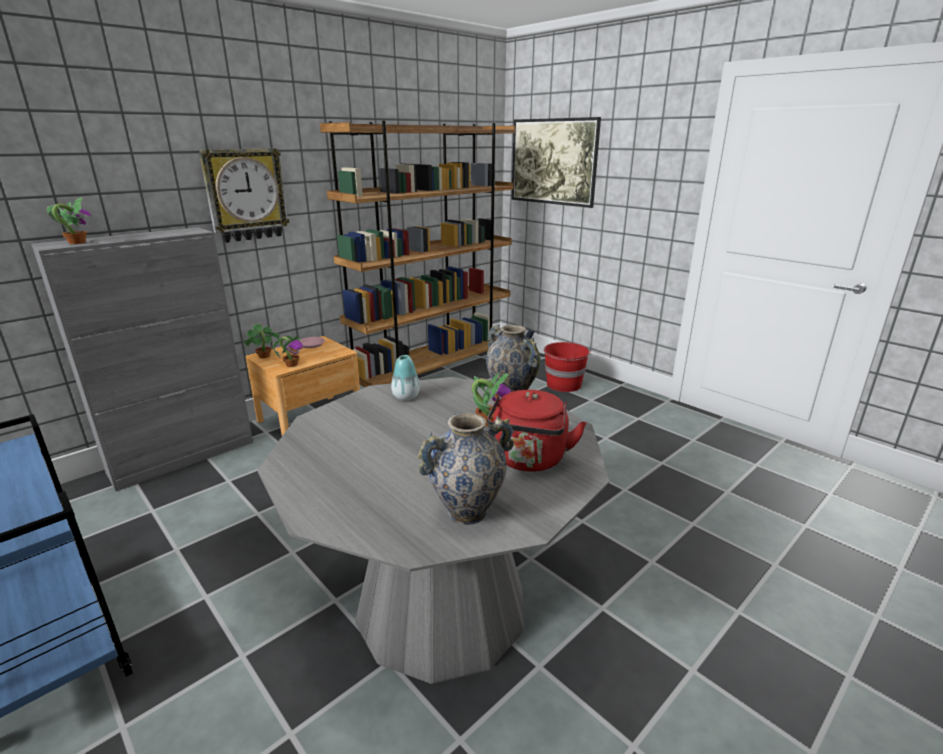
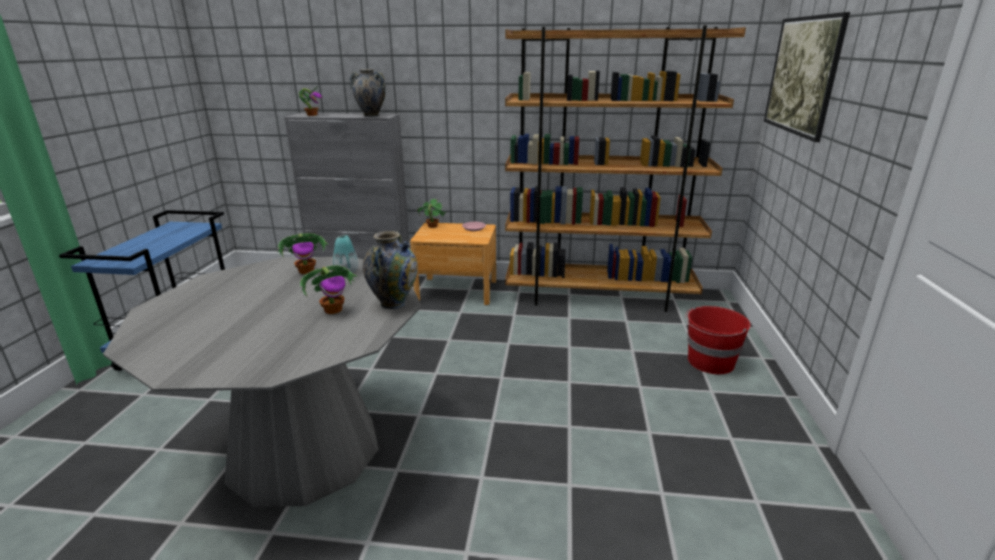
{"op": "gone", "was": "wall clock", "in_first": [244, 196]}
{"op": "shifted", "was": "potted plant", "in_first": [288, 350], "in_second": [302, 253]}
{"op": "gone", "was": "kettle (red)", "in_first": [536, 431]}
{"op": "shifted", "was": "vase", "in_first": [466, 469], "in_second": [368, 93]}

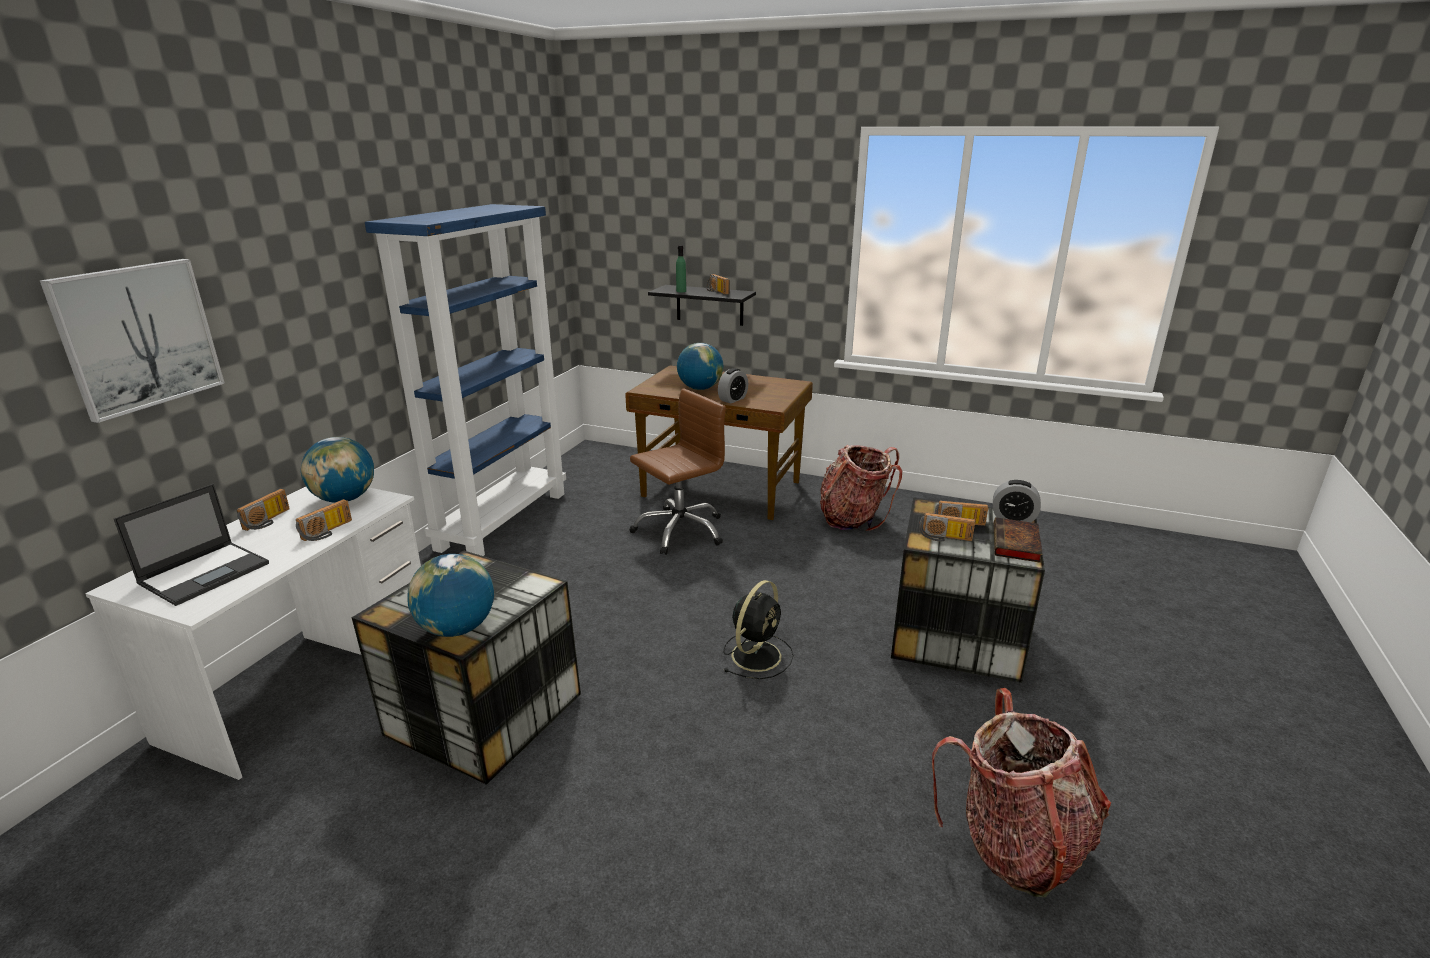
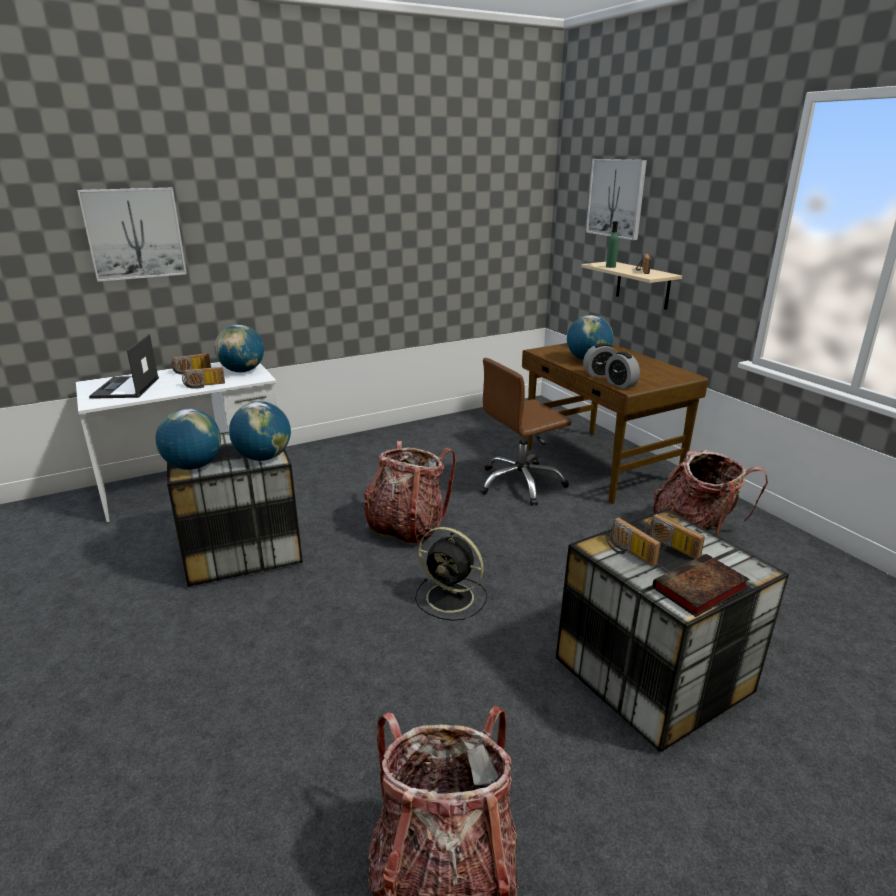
{"op": "gone", "was": "bookcase (blue)", "in_first": [465, 380]}
{"op": "repainted", "was": "shelf (black)", "now": "shelf (beige)", "in_first": [702, 305], "in_second": [631, 286]}
{"op": "rotated", "was": "office chair (brown)", "in_first": [678, 471], "in_second": [525, 432], "clockwise": 150}
{"op": "shifted", "was": "alarm clock", "in_first": [1017, 501], "in_second": [622, 370]}
{"op": "rotated", "was": "laptop", "in_first": [191, 545], "in_second": [124, 366], "clockwise": 105}
{"op": "rotated", "was": "fan (black)", "in_first": [758, 629], "in_second": [451, 574], "clockwise": 45}
{"op": "new", "now": "picture", "in_second": [616, 199]}
{"op": "new", "now": "globe", "in_second": [260, 431]}
{"op": "new", "now": "backpack", "in_second": [410, 493]}

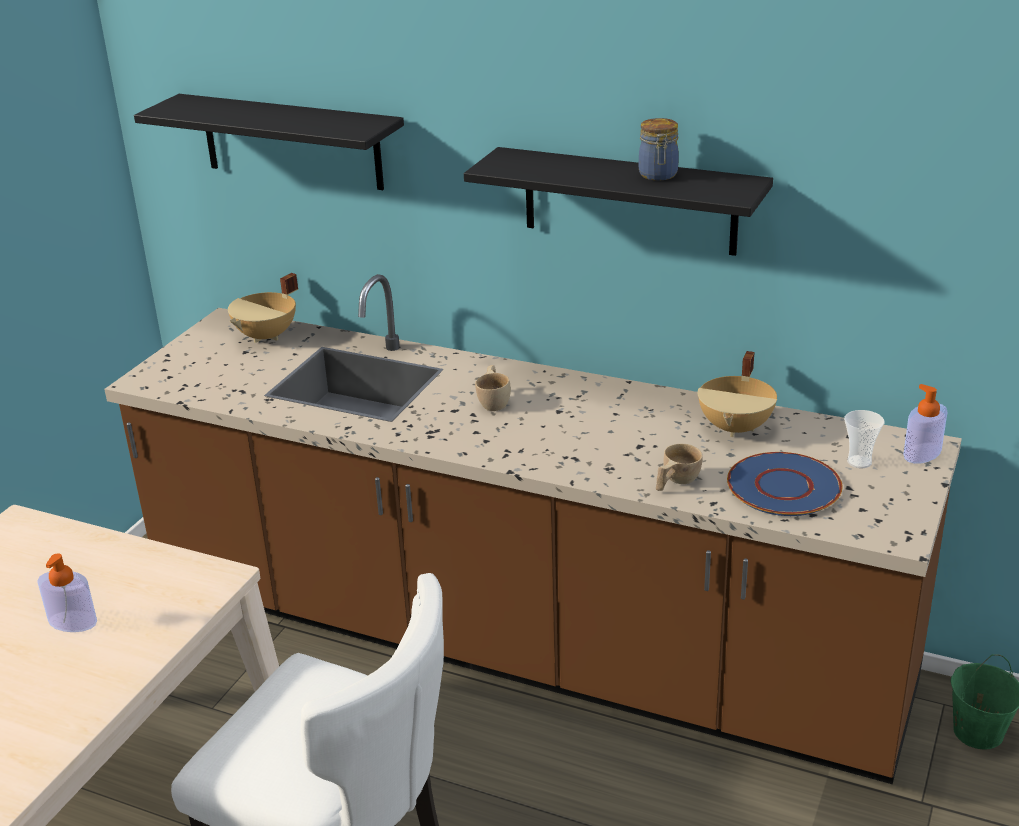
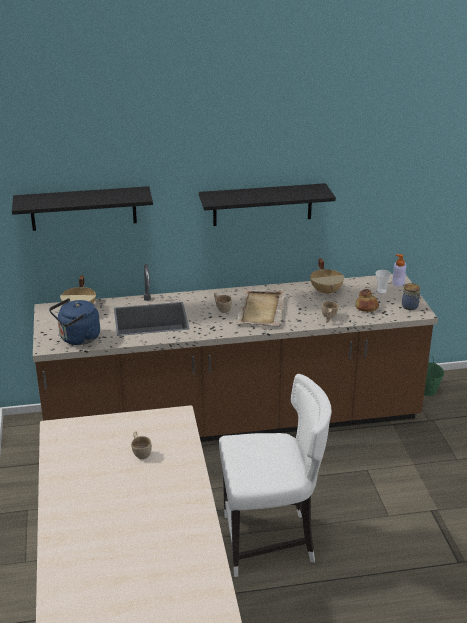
{"op": "shifted", "was": "jar", "in_first": [659, 149], "in_second": [411, 296]}
{"op": "swapped", "was": "plate (blue)", "now": "bread", "in_first": [785, 484], "in_second": [367, 300]}
{"op": "swapped", "was": "soap dispenser", "now": "cup (beige)", "in_first": [67, 592], "in_second": [141, 445]}
{"op": "new", "now": "tray (beige)", "in_second": [260, 307]}
{"op": "new", "now": "kettle (blue)", "in_second": [74, 321]}

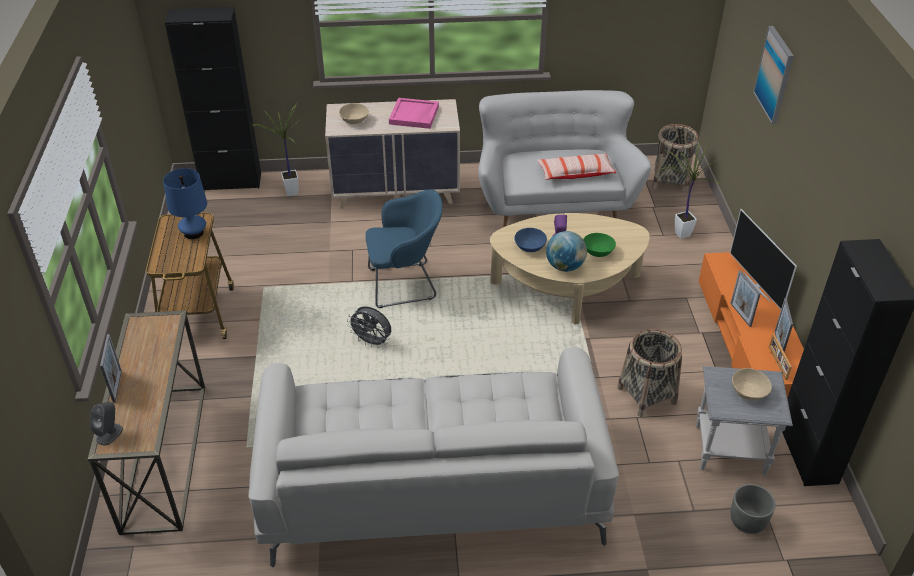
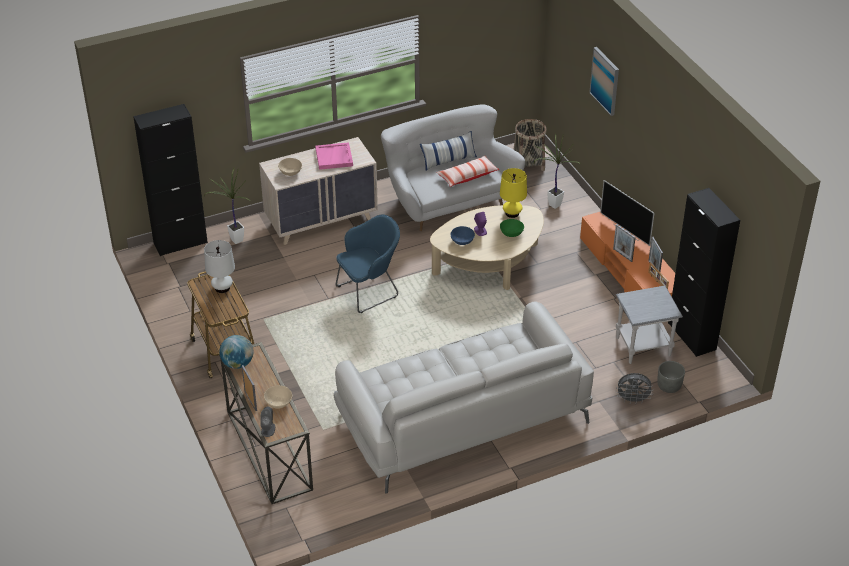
{"op": "repainted", "was": "table lamp (blue)", "now": "table lamp (white)", "in_first": [185, 203], "in_second": [219, 266]}
{"op": "shifted", "was": "globe", "in_first": [566, 251], "in_second": [236, 352]}
{"op": "shifted", "was": "fan (grey)", "in_first": [369, 327], "in_second": [634, 388]}
{"op": "gone", "was": "basket", "in_first": [649, 373]}
{"op": "shifted", "was": "bowl (beige)", "in_first": [752, 384], "in_second": [278, 397]}
{"op": "new", "now": "pillow", "in_second": [448, 151]}
{"op": "new", "now": "table lamp (yellow)", "in_second": [513, 193]}

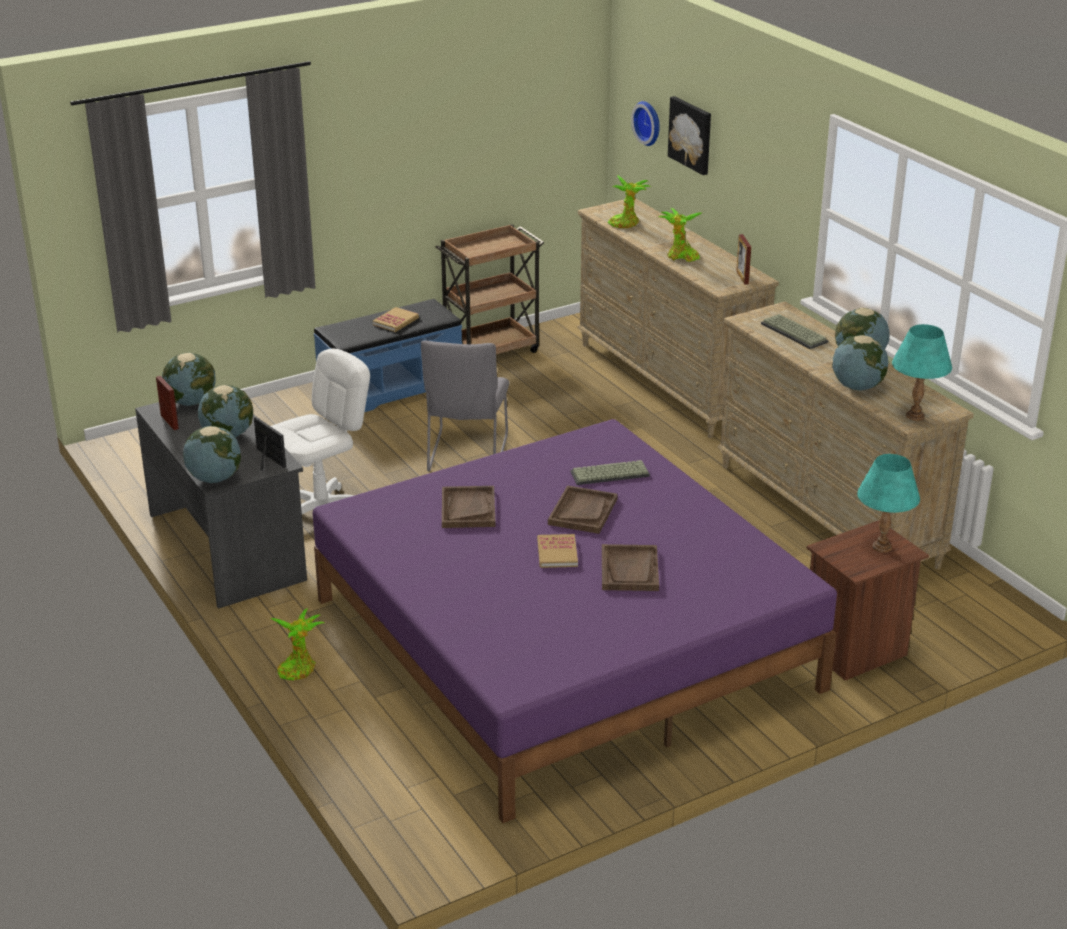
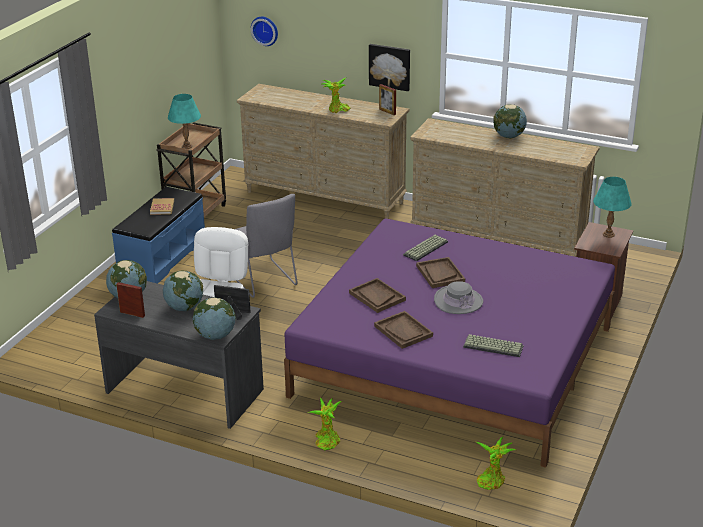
{"op": "shifted", "was": "picture", "in_first": [689, 135], "in_second": [389, 67]}
{"op": "shifted", "was": "potted plant", "in_first": [629, 201], "in_second": [496, 463]}
{"op": "shifted", "was": "keyboard", "in_first": [794, 331], "in_second": [493, 345]}
{"op": "shifted", "was": "table lamp (turquoise)", "in_first": [922, 372], "in_second": [184, 121]}
{"op": "gone", "was": "globe", "in_first": [860, 363]}
{"op": "swapped", "was": "book", "now": "hat (grey)", "in_first": [557, 551], "in_second": [458, 297]}
{"op": "shifted", "was": "tray (brown)", "in_first": [630, 567], "in_second": [403, 330]}

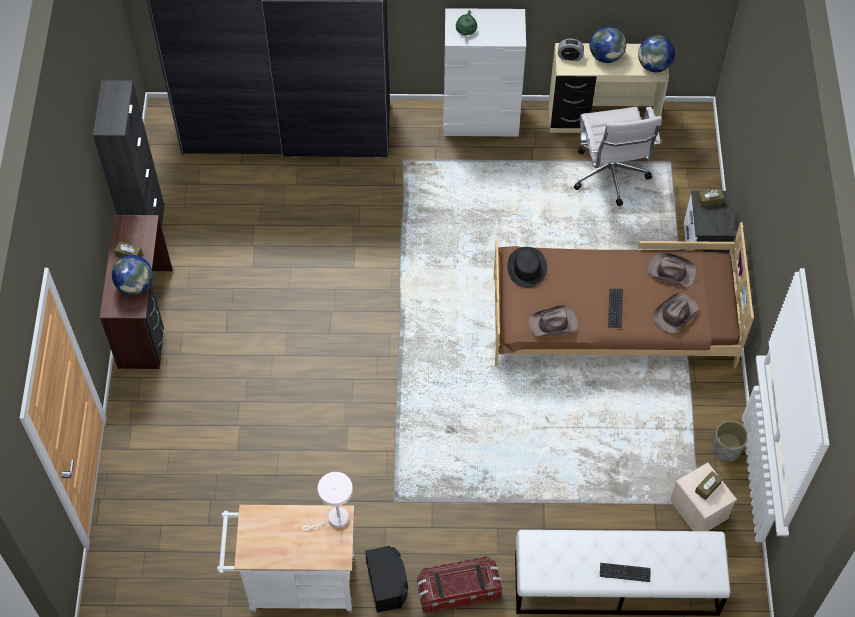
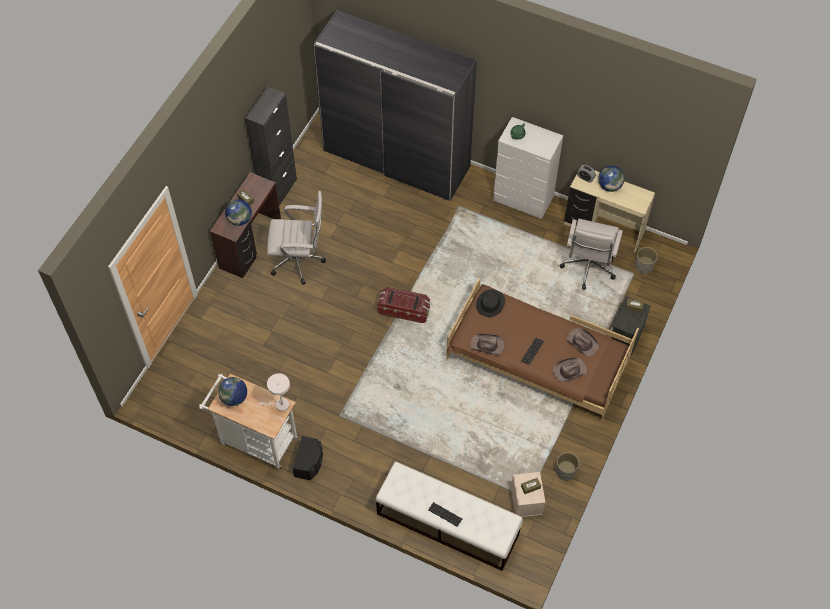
{"op": "shifted", "was": "globe", "in_first": [656, 53], "in_second": [232, 391]}
{"op": "shifted", "was": "storage box", "in_first": [459, 585], "in_second": [404, 305]}
{"op": "new", "now": "office chair (white)", "in_second": [296, 238]}
{"op": "new", "now": "planter (grey)", "in_second": [646, 260]}

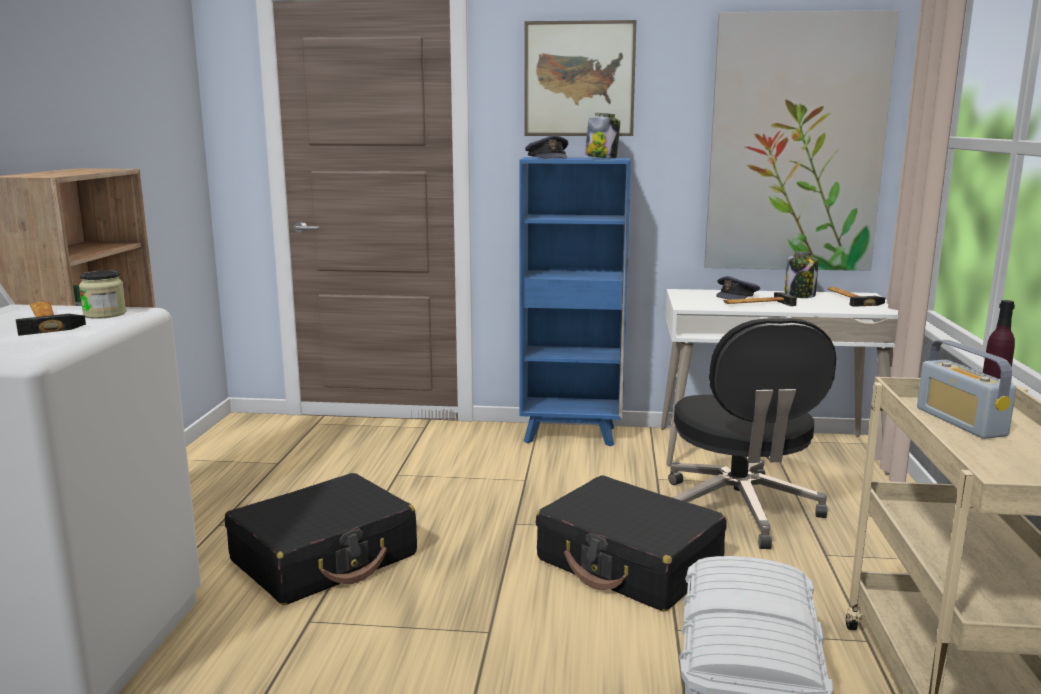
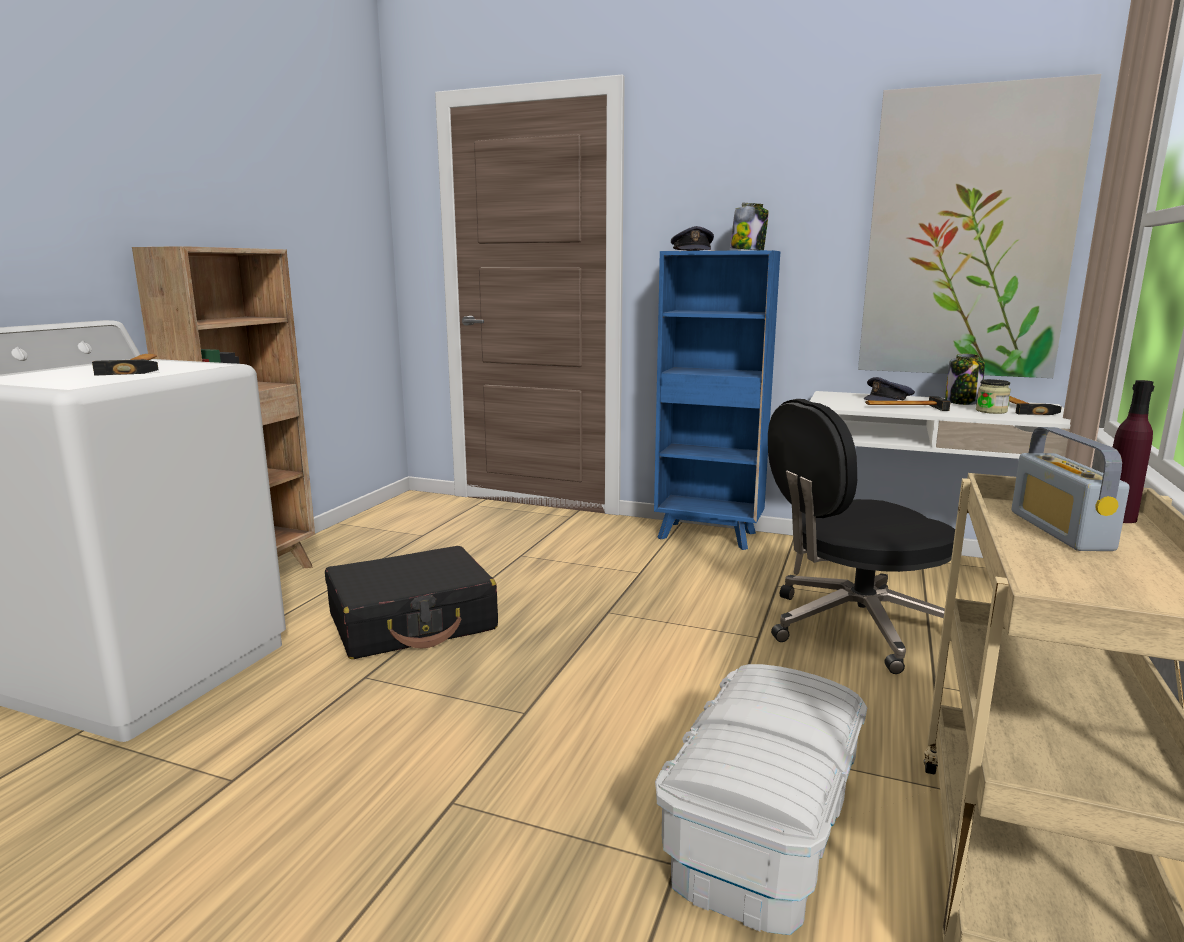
{"op": "gone", "was": "picture", "in_first": [580, 78]}
{"op": "shifted", "was": "jar", "in_first": [102, 294], "in_second": [993, 396]}
{"op": "rotated", "was": "office chair (black)", "in_first": [752, 433], "in_second": [861, 536], "clockwise": 60}
{"op": "gone", "was": "suitcase (black)", "in_first": [631, 543]}

